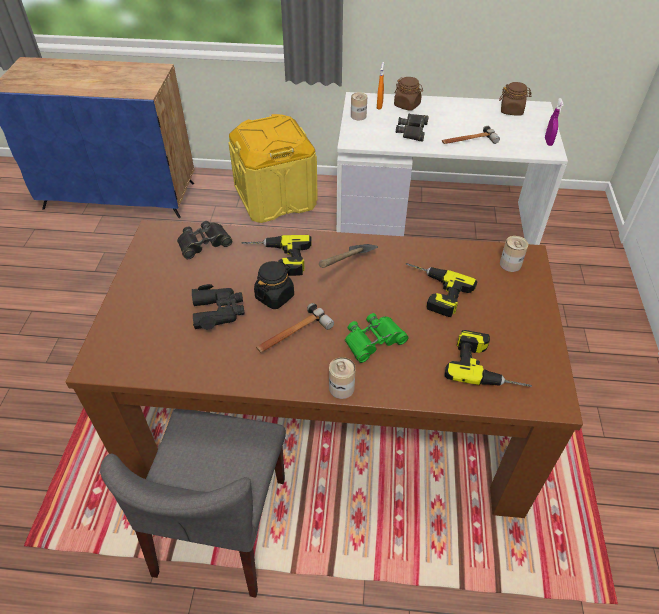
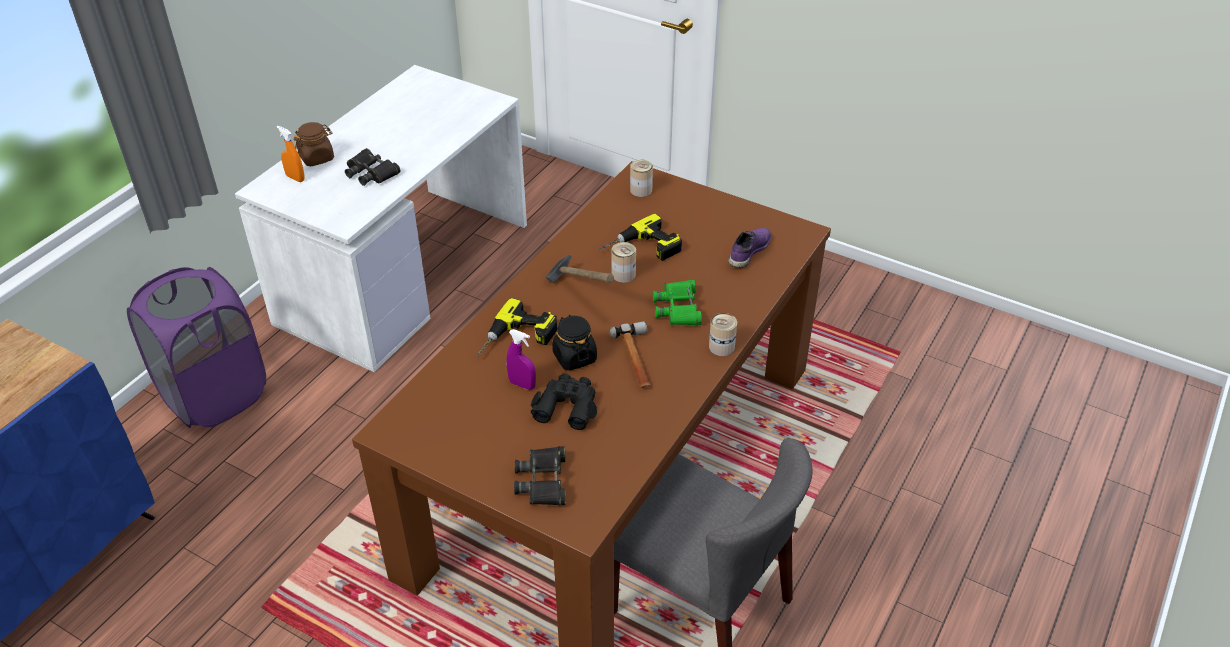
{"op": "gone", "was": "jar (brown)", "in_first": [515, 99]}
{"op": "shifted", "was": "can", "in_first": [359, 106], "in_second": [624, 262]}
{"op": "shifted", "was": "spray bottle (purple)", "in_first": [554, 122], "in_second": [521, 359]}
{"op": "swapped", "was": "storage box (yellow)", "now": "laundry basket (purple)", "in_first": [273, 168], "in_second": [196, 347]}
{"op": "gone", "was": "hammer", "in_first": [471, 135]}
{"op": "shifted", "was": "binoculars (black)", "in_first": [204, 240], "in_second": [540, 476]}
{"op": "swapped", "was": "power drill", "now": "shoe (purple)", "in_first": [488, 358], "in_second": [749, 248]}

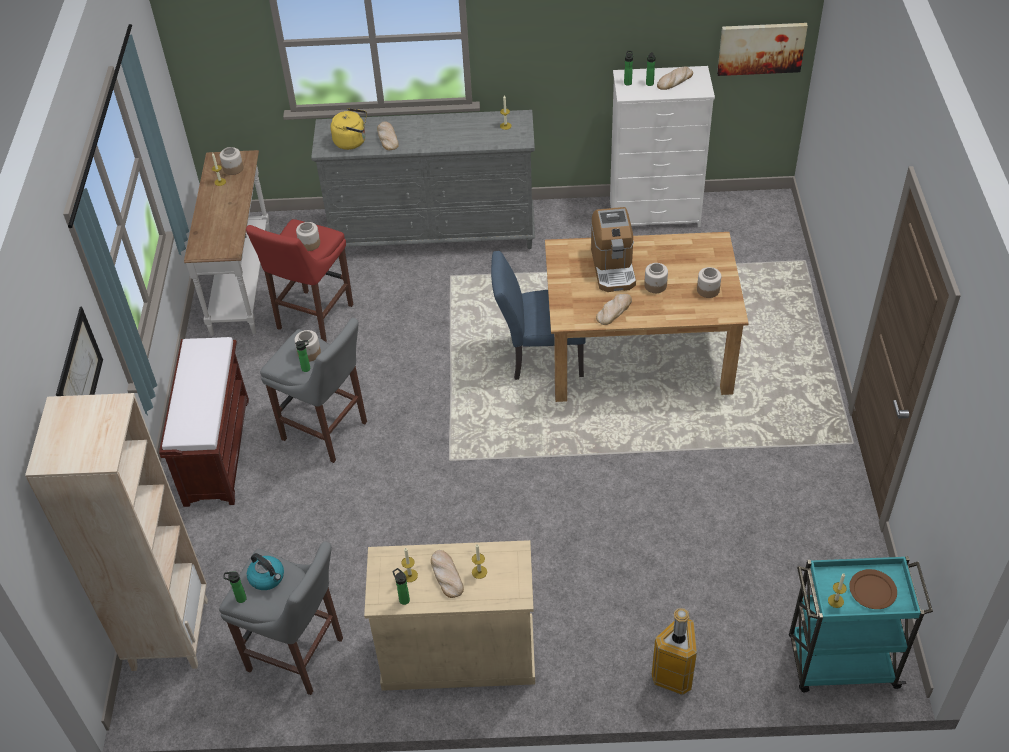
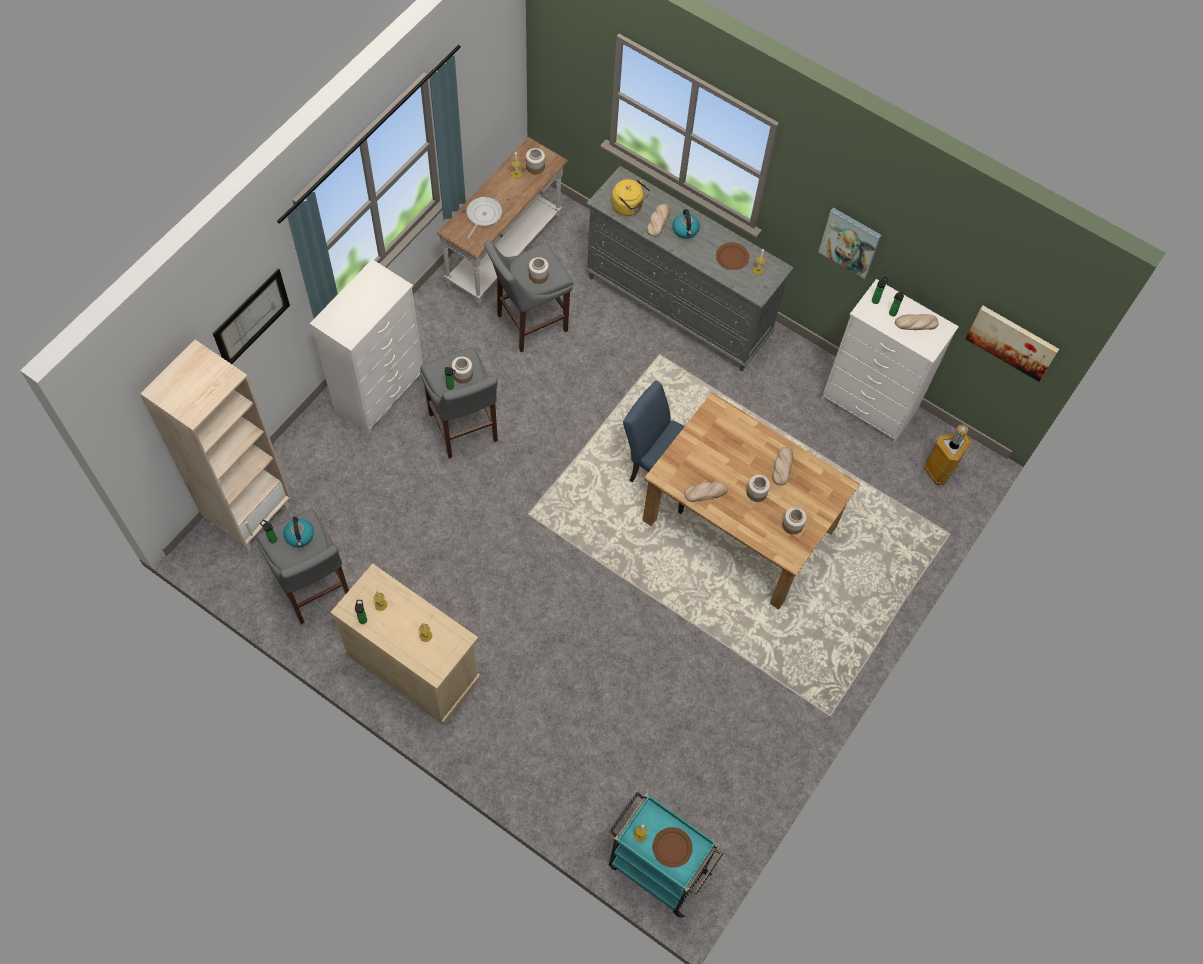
{"op": "gone", "was": "coffee machine", "in_first": [613, 249]}
{"op": "repainted", "was": "stool (red)", "now": "stool (grey)", "in_first": [299, 280], "in_second": [528, 296]}
{"op": "swapped", "was": "bench (brown)", "now": "dresser (white)", "in_first": [204, 422], "in_second": [366, 346]}
{"op": "shifted", "was": "bread", "in_first": [447, 574], "in_second": [782, 466]}
{"op": "shifted", "was": "trash can", "in_first": [674, 651], "in_second": [947, 455]}
{"op": "new", "now": "frying pan", "in_second": [484, 218]}
{"op": "new", "now": "picture", "in_second": [850, 243]}
{"op": "new", "now": "kettle", "in_second": [686, 224]}
{"op": "new", "now": "plate (brown)", "in_second": [732, 256]}

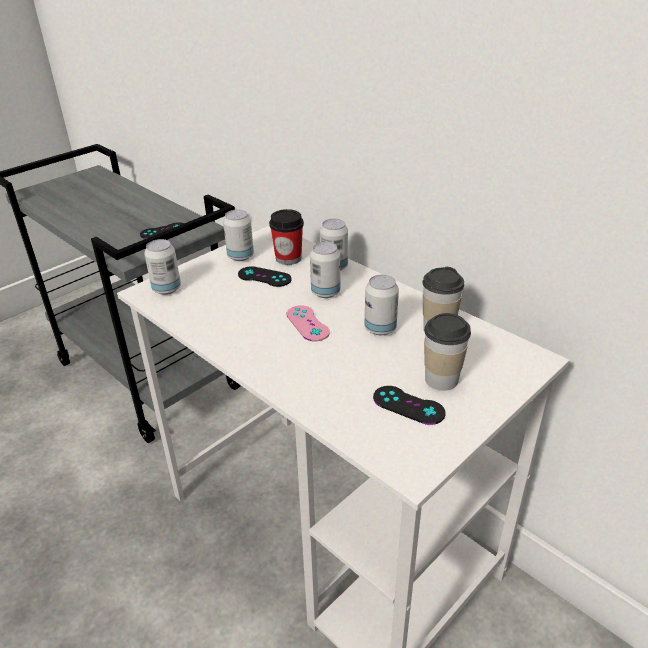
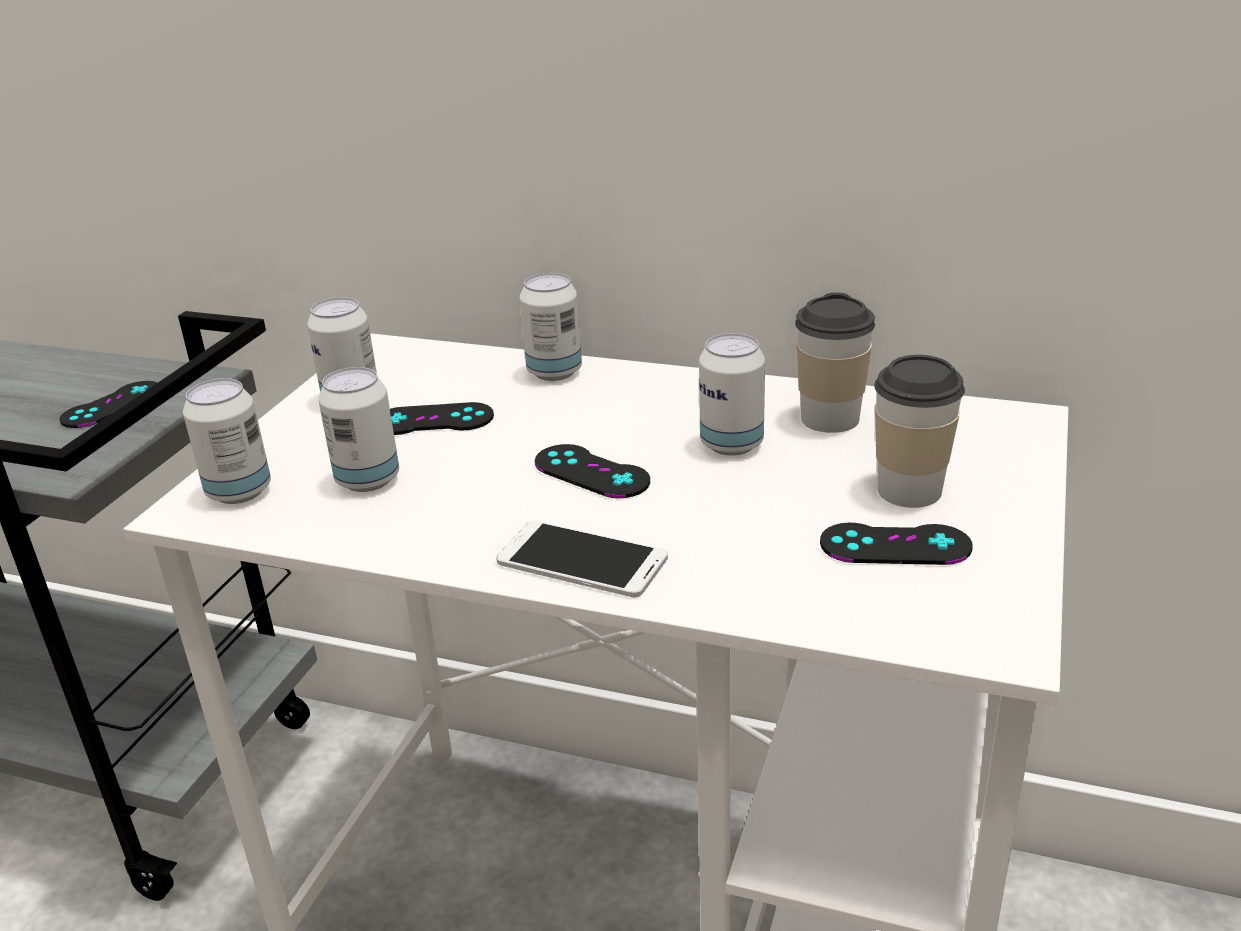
{"op": "gone", "was": "cup", "in_first": [286, 237]}
{"op": "shifted", "was": "can", "in_first": [325, 270], "in_second": [358, 429]}
{"op": "repainted", "was": "game controller (pink)", "now": "game controller (black)", "in_first": [308, 323], "in_second": [592, 471]}
{"op": "new", "now": "phone", "in_second": [582, 559]}

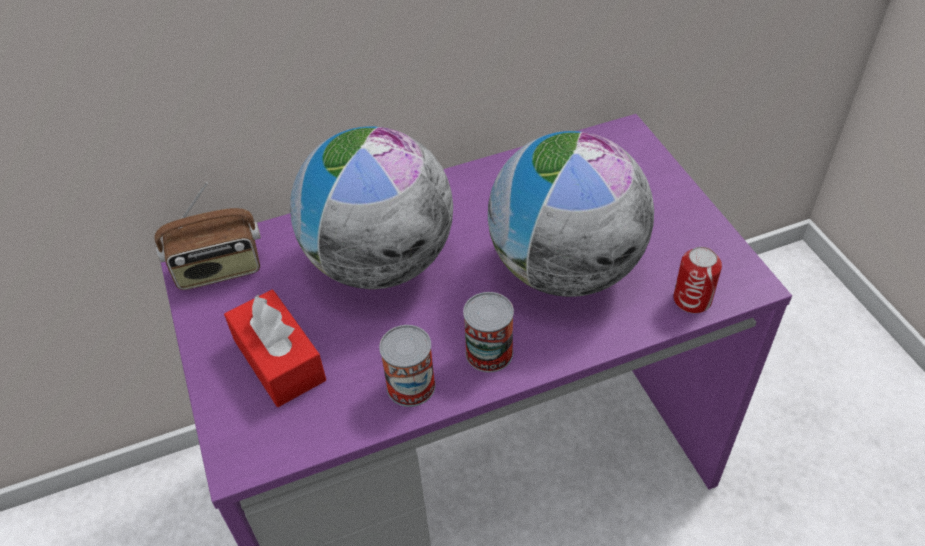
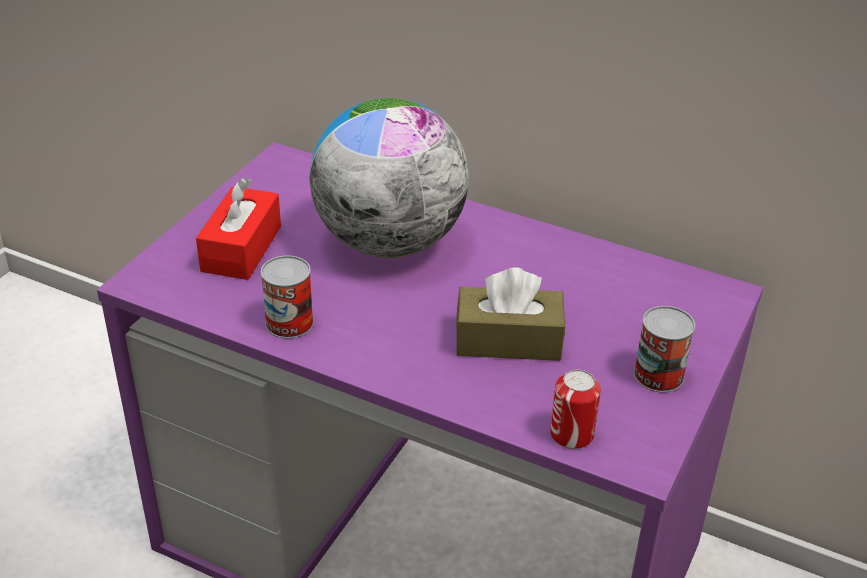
{"op": "swapped", "was": "globe", "now": "tissue box (brown)", "in_first": [571, 214], "in_second": [510, 314]}
{"op": "gone", "was": "radio", "in_first": [207, 236]}
{"op": "shifted", "was": "can", "in_first": [488, 332], "in_second": [664, 349]}

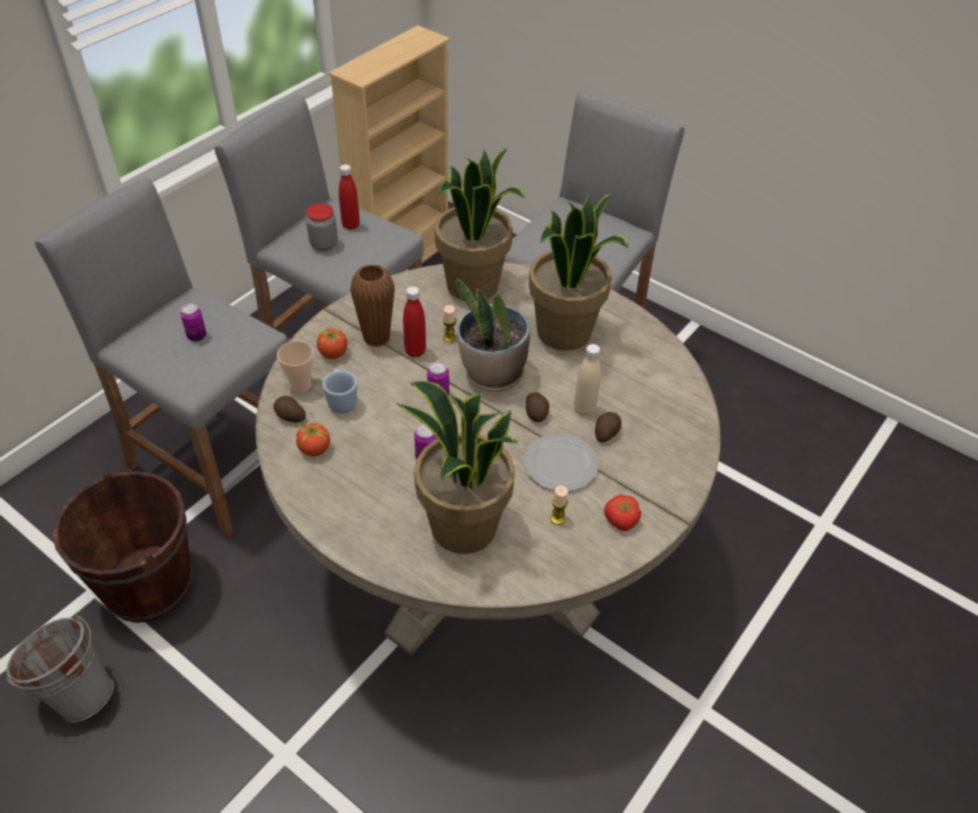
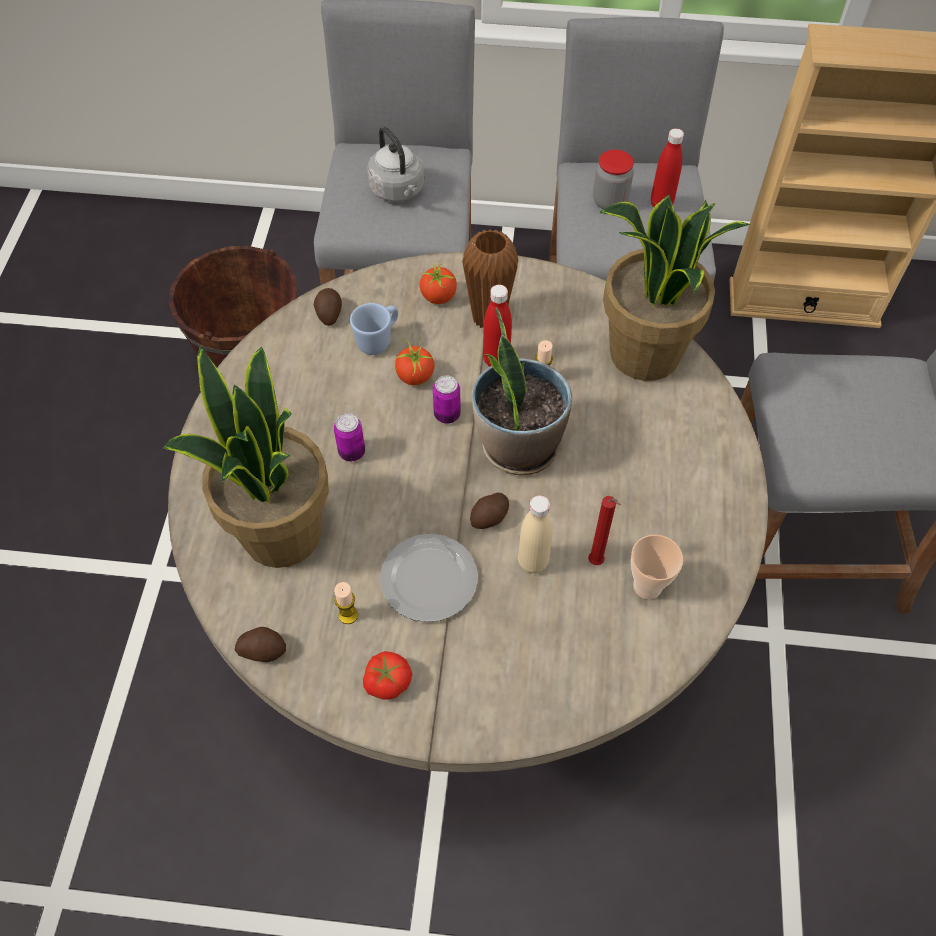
{"op": "gone", "was": "potted plant", "in_first": [579, 272]}
{"op": "swapped", "was": "can", "now": "kettle (grey)", "in_first": [193, 322], "in_second": [396, 164]}
{"op": "shifted", "was": "cup", "in_first": [295, 366], "in_second": [657, 567]}
{"op": "shifted", "was": "potato", "in_first": [608, 427], "in_second": [260, 644]}
{"op": "shifted", "was": "tomato", "in_first": [312, 438], "in_second": [415, 362]}
{"op": "gone", "was": "bucket (grey)", "in_first": [60, 668]}
{"op": "new", "now": "candle (red)", "in_second": [604, 530]}

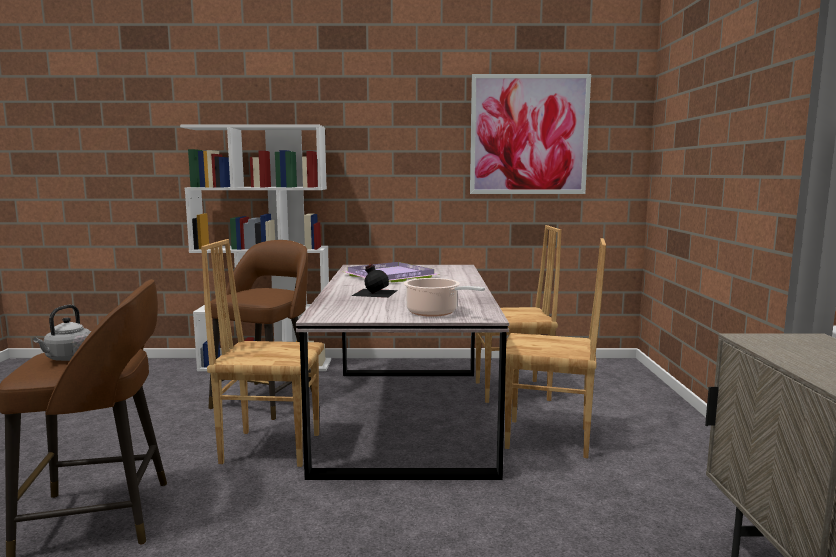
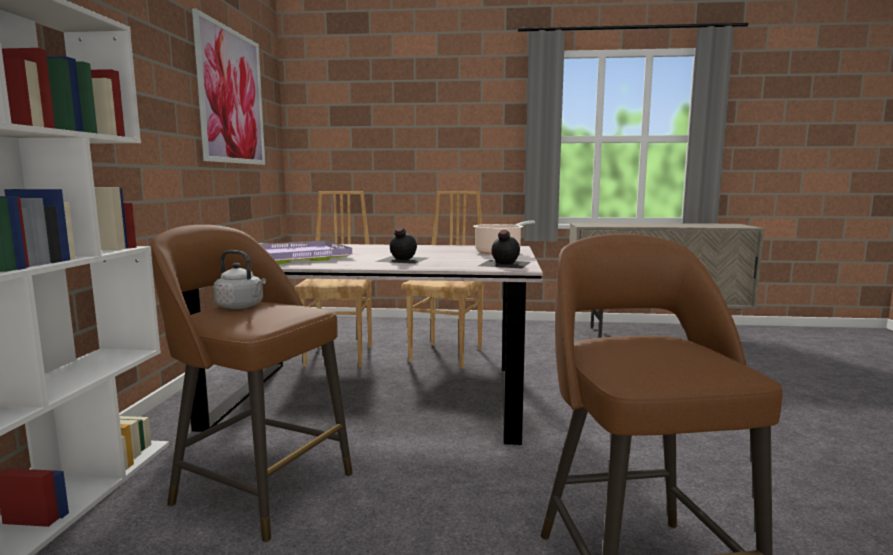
{"op": "gone", "was": "chair (brown)", "in_first": [262, 353]}
{"op": "shifted", "was": "kettle (grey)", "in_first": [62, 333], "in_second": [239, 279]}
{"op": "new", "now": "bottle (black)", "in_second": [505, 249]}

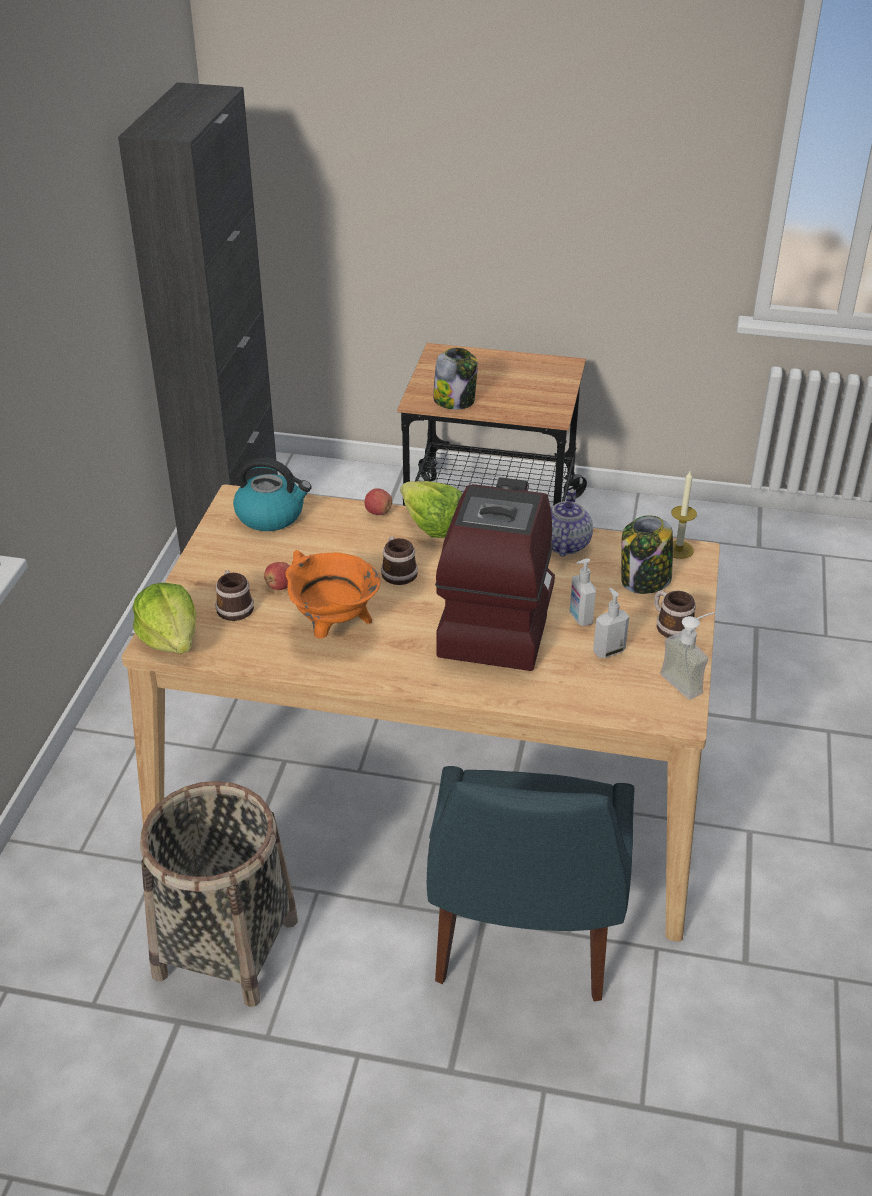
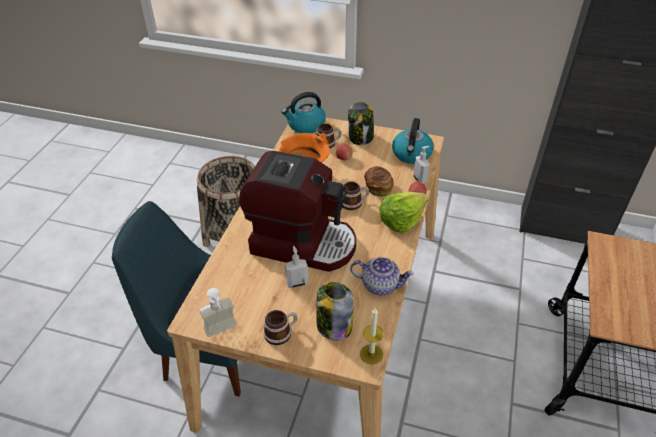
{"op": "shifted", "was": "jar", "in_first": [455, 378], "in_second": [361, 123]}
{"op": "swapped", "was": "lettuce", "now": "kettle", "in_first": [165, 618], "in_second": [303, 112]}
{"op": "shifted", "was": "soap dispenser", "in_first": [611, 623], "in_second": [421, 165]}
{"op": "new", "now": "bread", "in_second": [379, 181]}

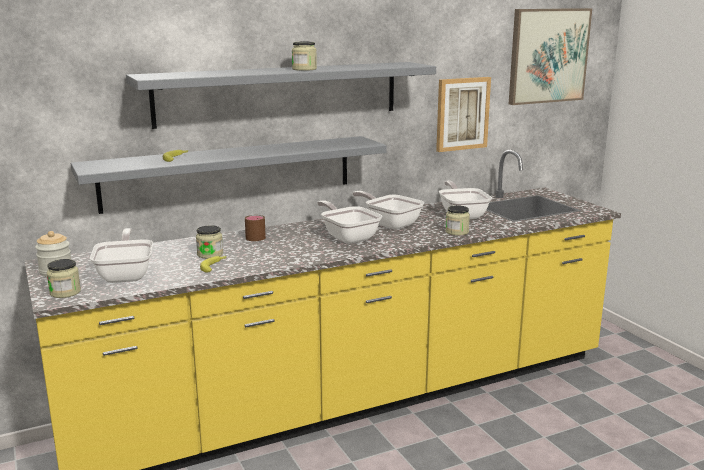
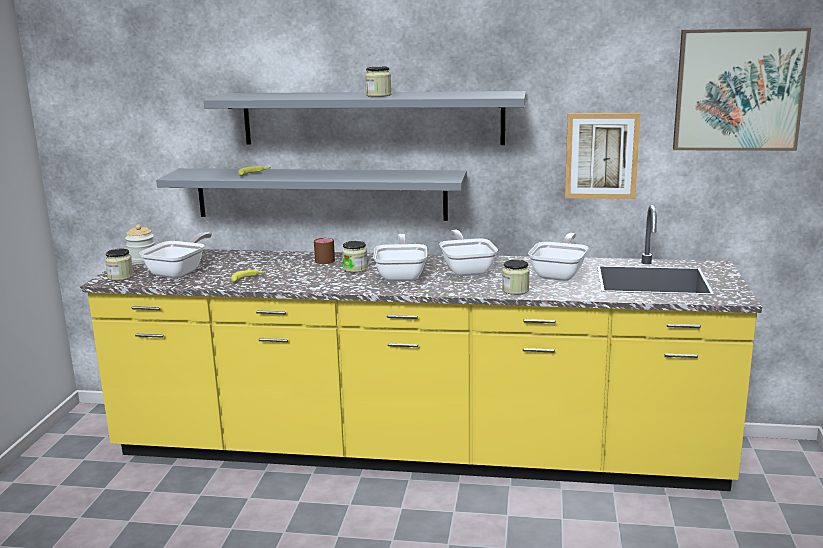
{"op": "shifted", "was": "jar", "in_first": [209, 242], "in_second": [355, 257]}

